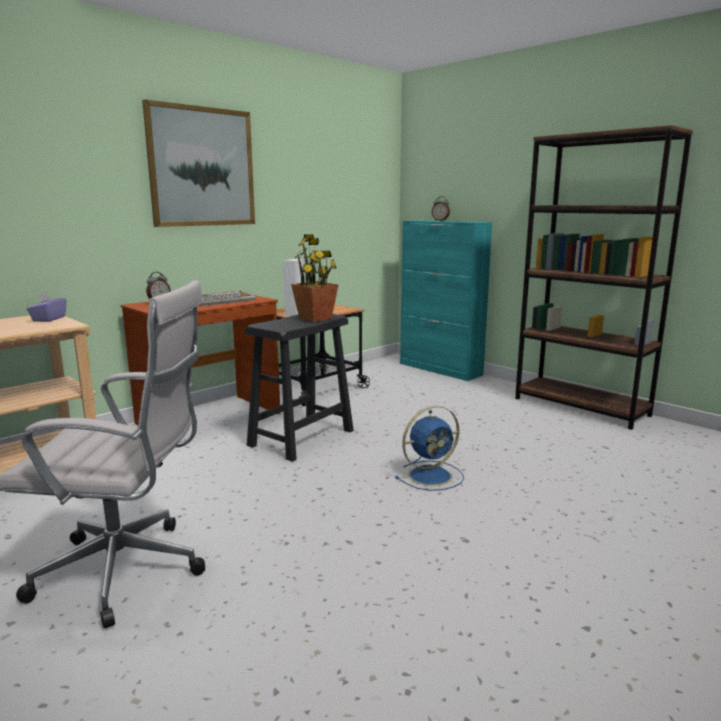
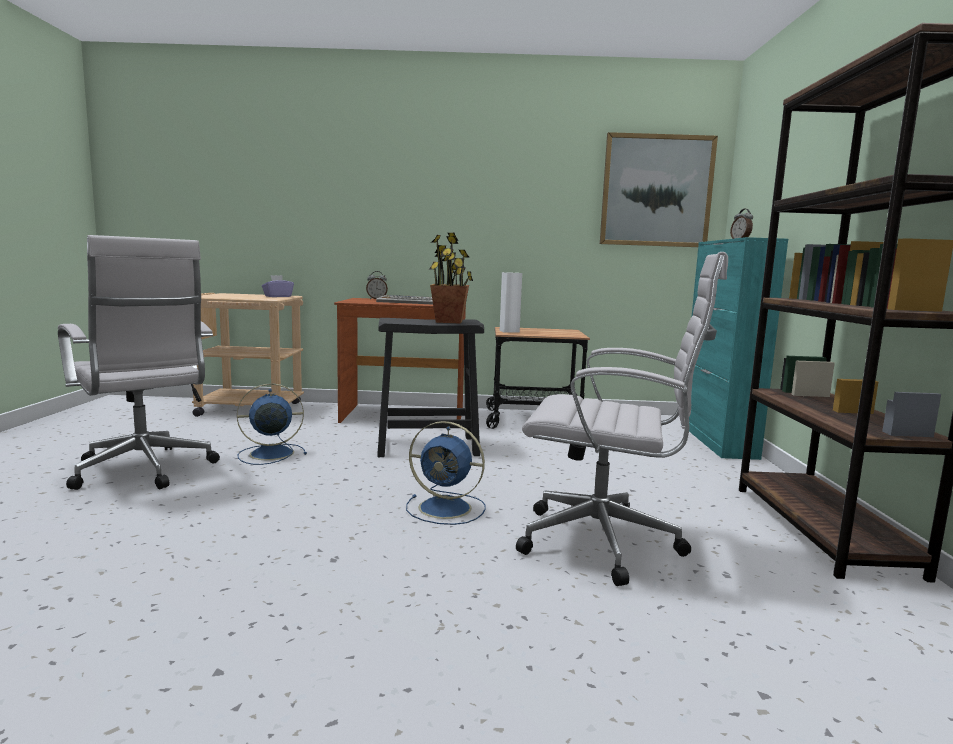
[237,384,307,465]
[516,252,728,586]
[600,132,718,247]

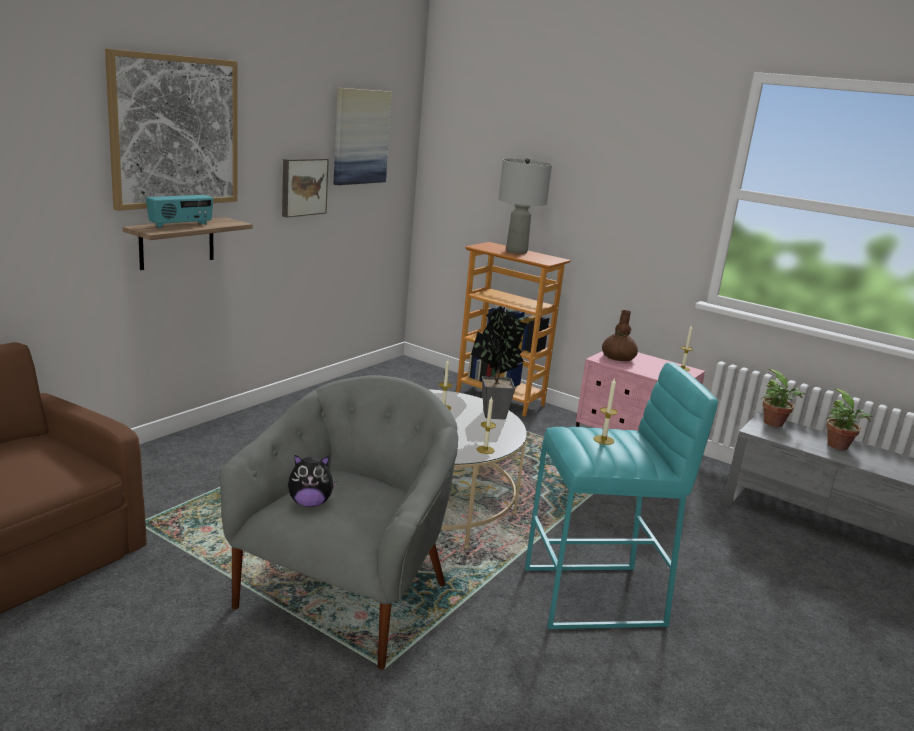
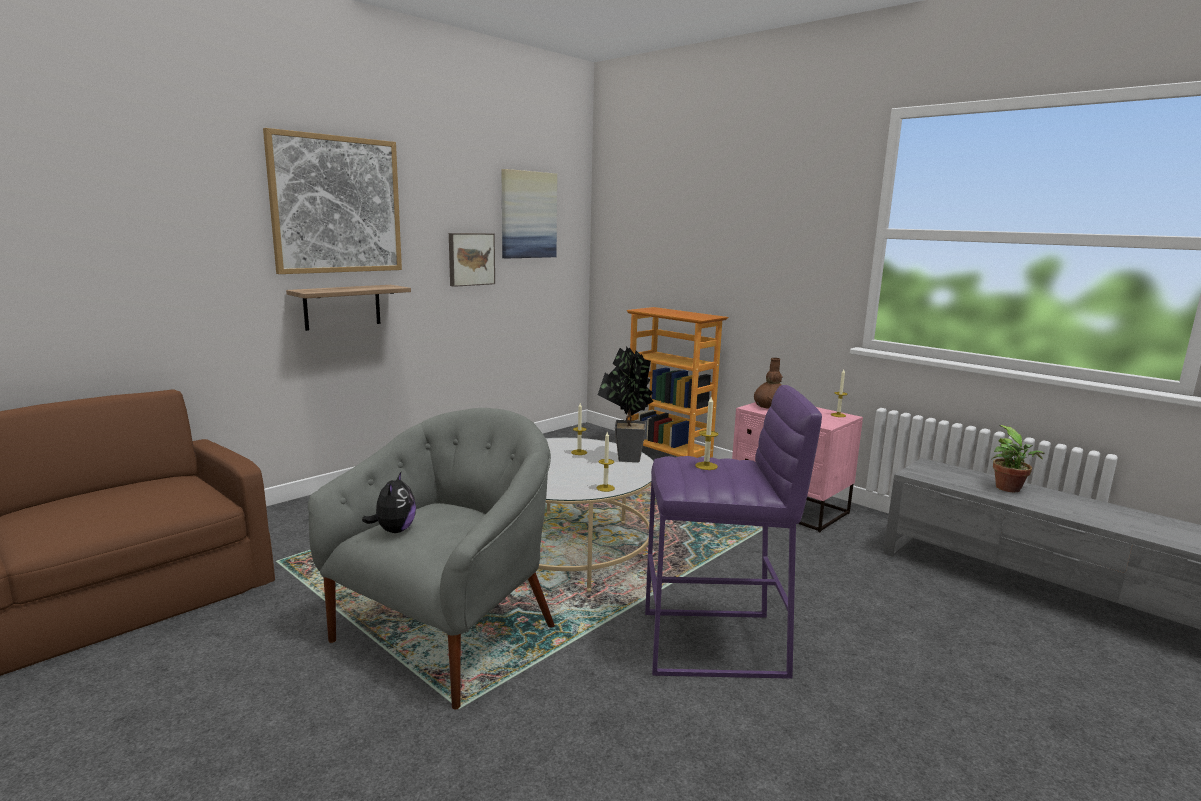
[362,472,416,533]
[645,385,822,679]
[146,195,213,228] (first image)
[499,158,552,254] (first image)
[761,369,805,427] (first image)

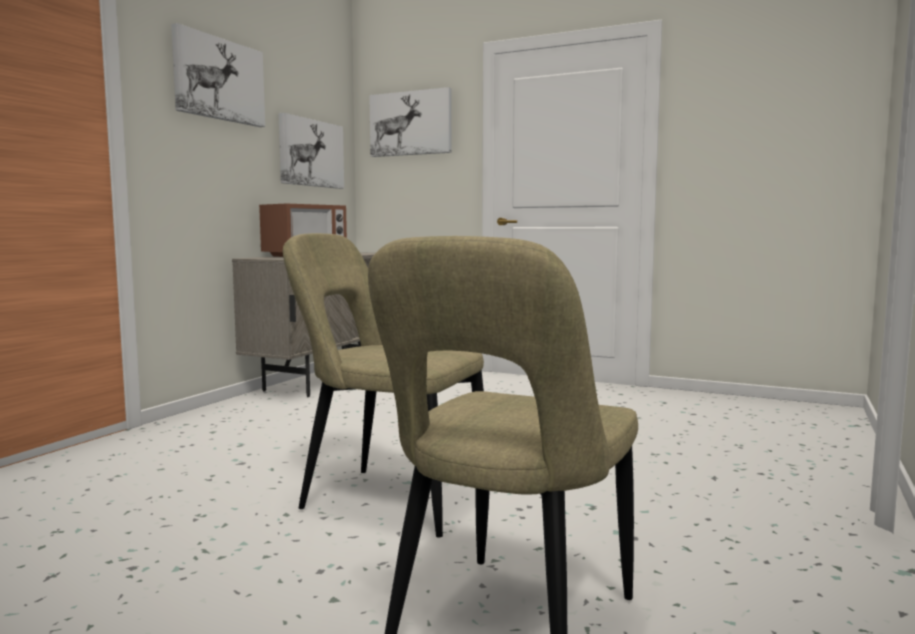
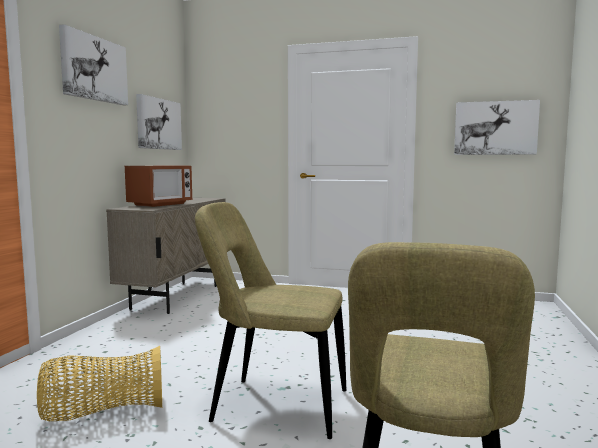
[37,346,162,421]
[454,100,540,155]

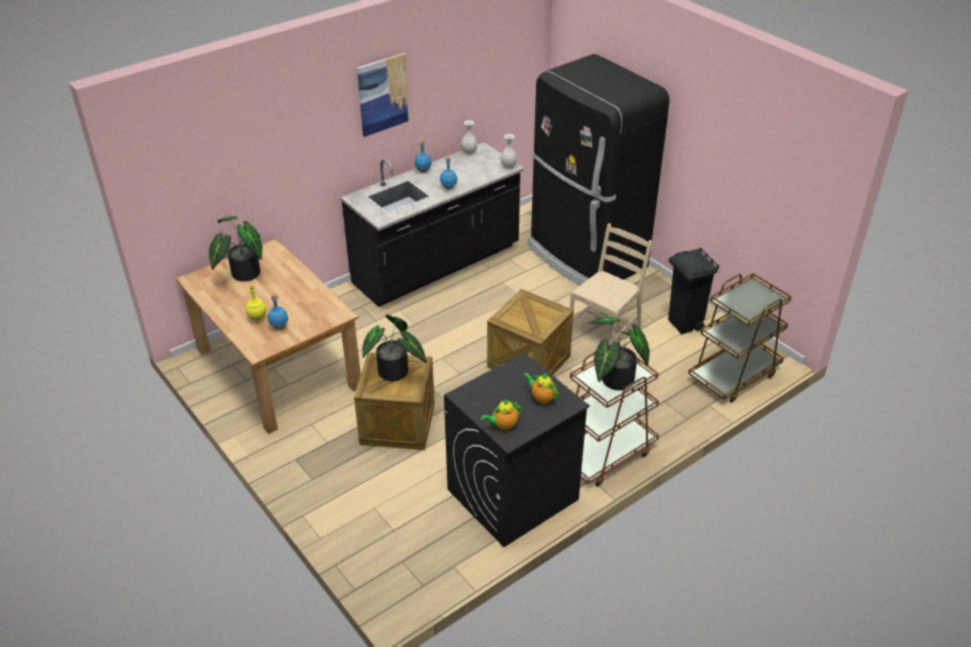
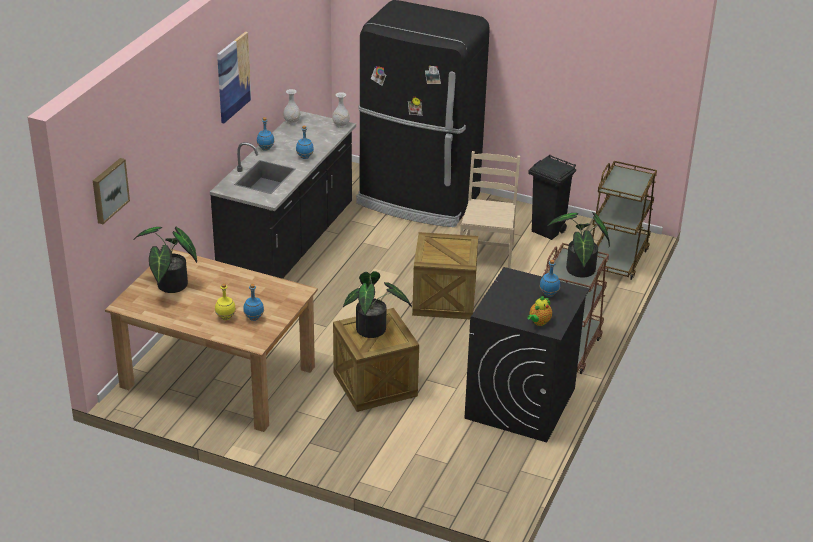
[93,158,130,224]
[539,260,560,297]

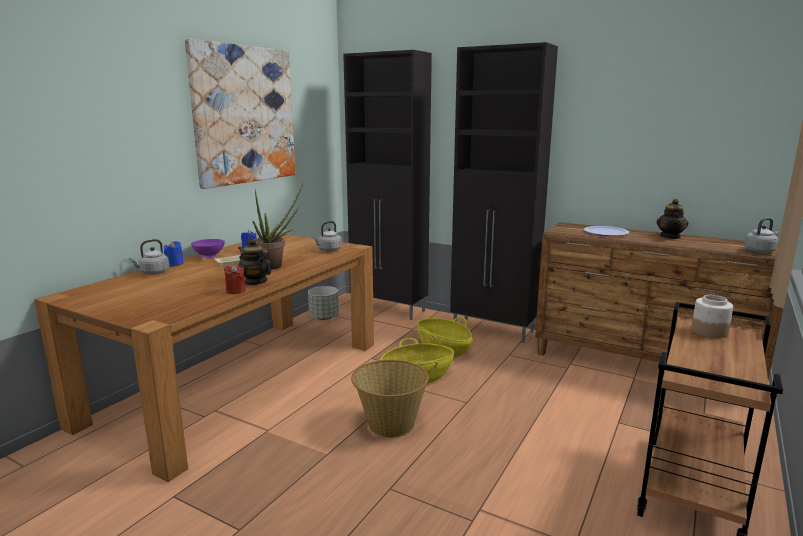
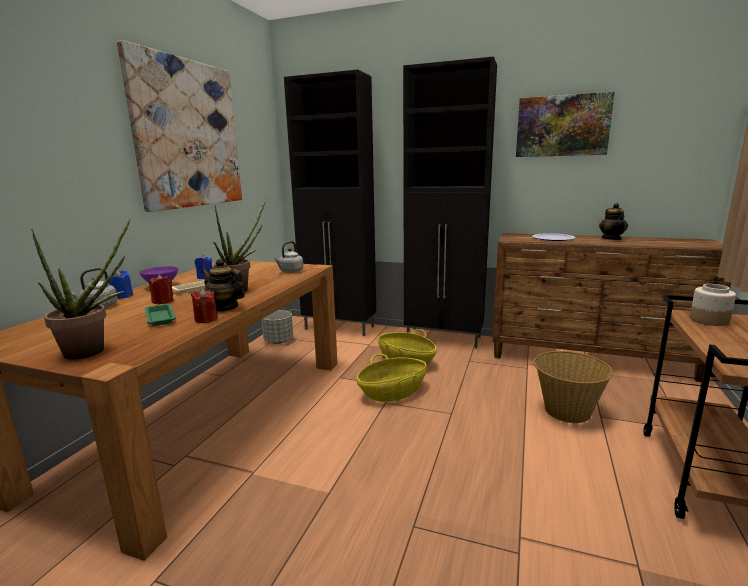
[31,218,131,360]
[145,304,176,326]
[149,274,174,304]
[516,92,615,157]
[533,351,613,423]
[744,218,779,253] (first image)

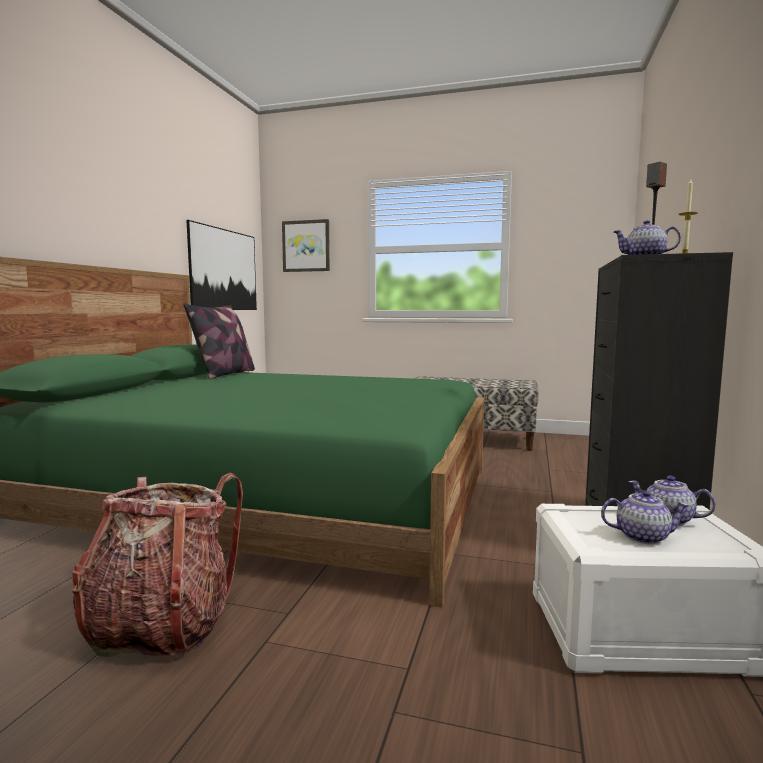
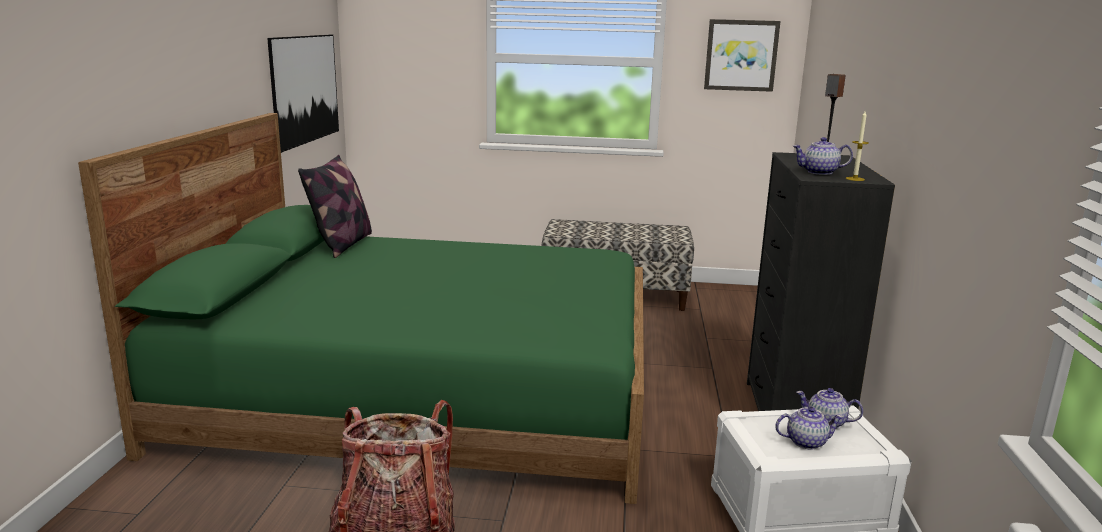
[704,19,781,92]

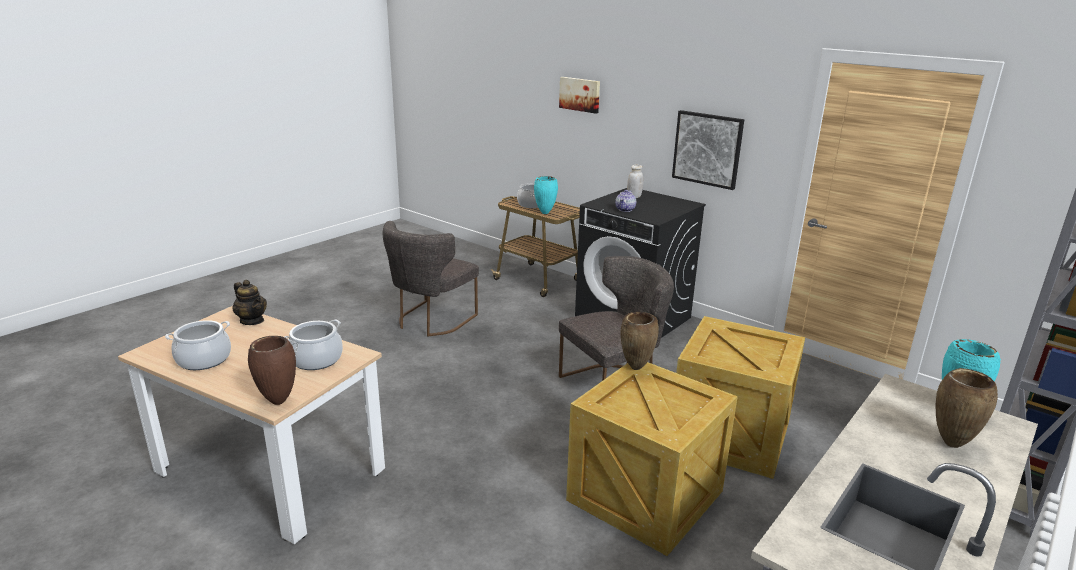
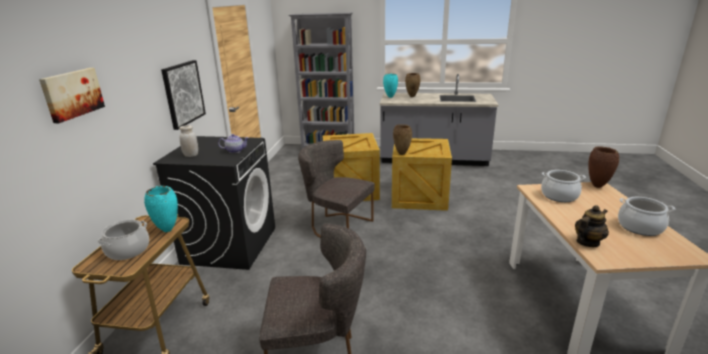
[575,205,609,247]

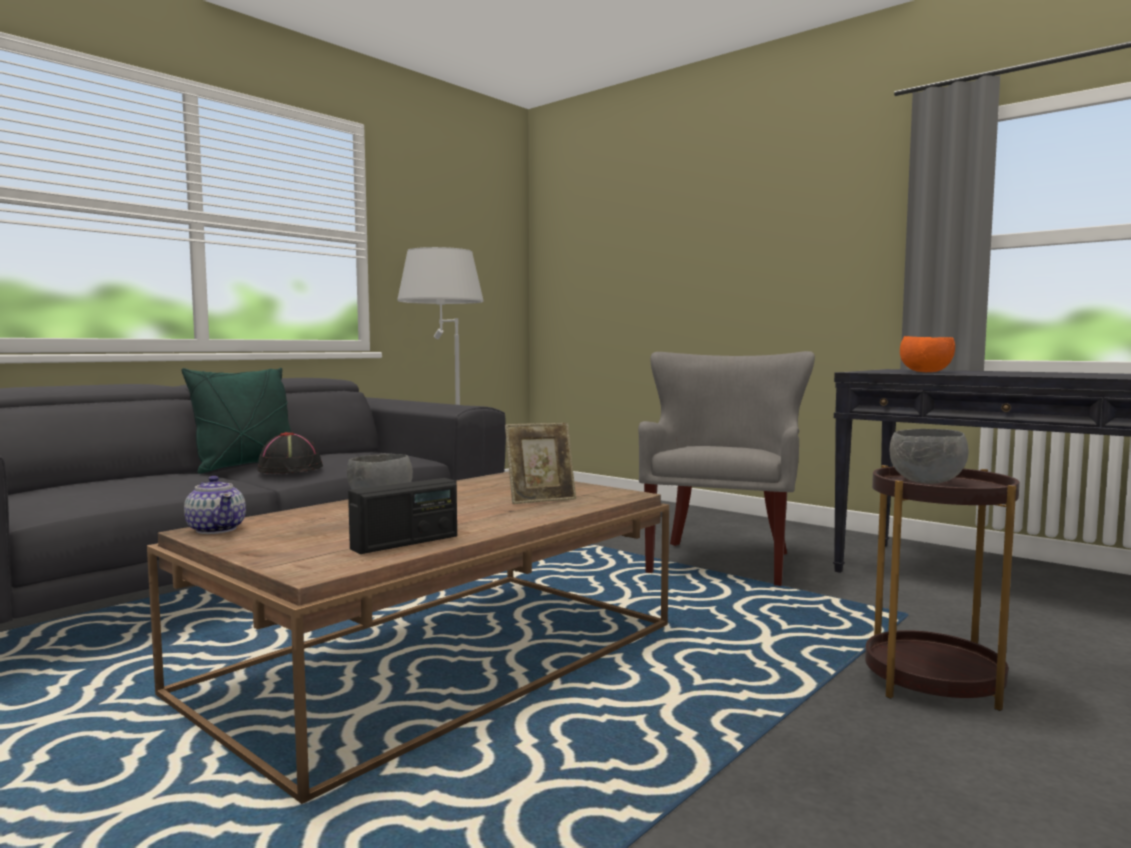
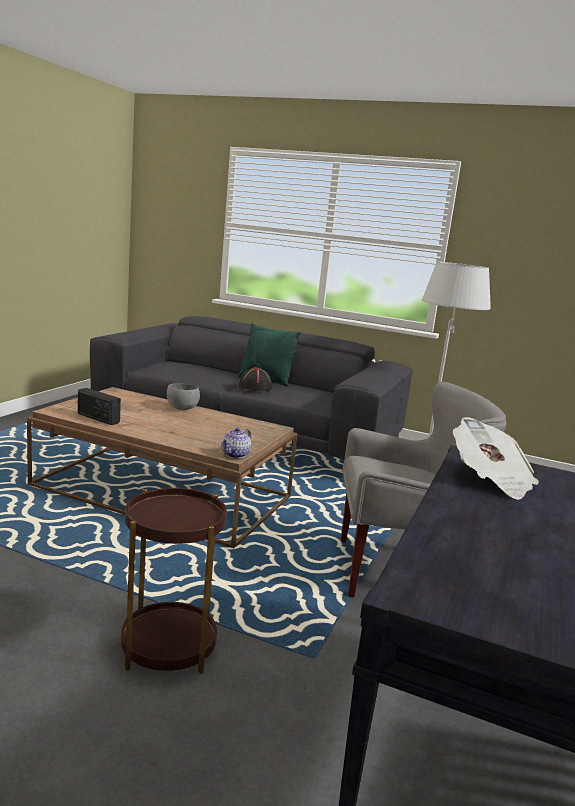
[221,428,251,459]
[453,417,539,500]
[505,423,576,504] (first image)
[889,429,968,484] (first image)

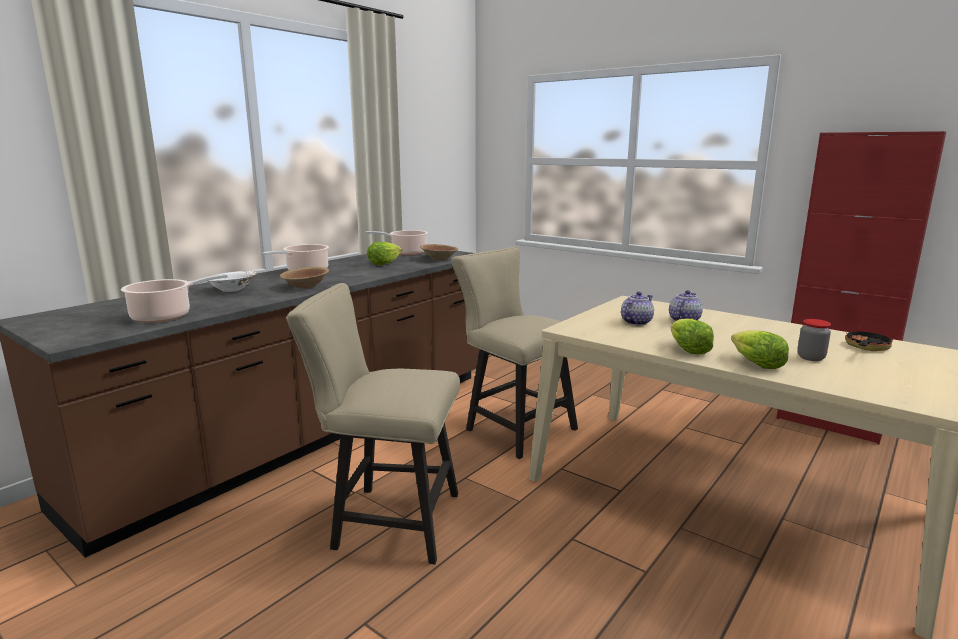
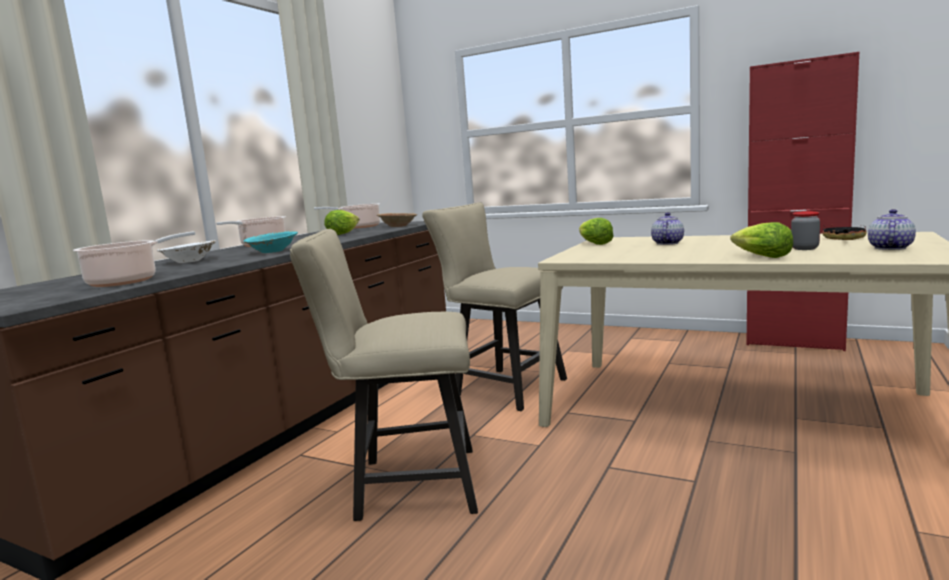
[244,231,298,253]
[579,218,613,245]
[868,209,916,250]

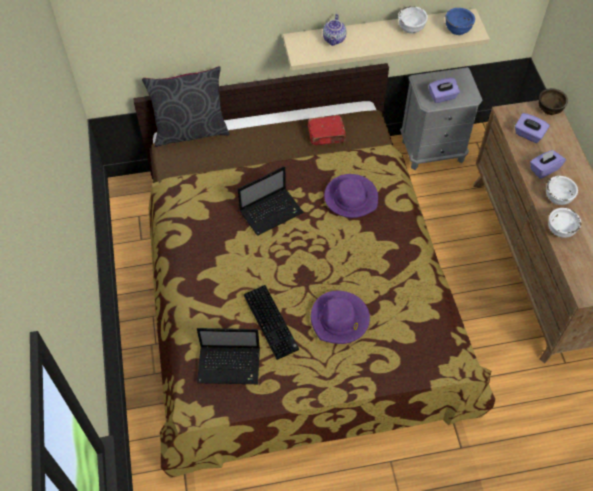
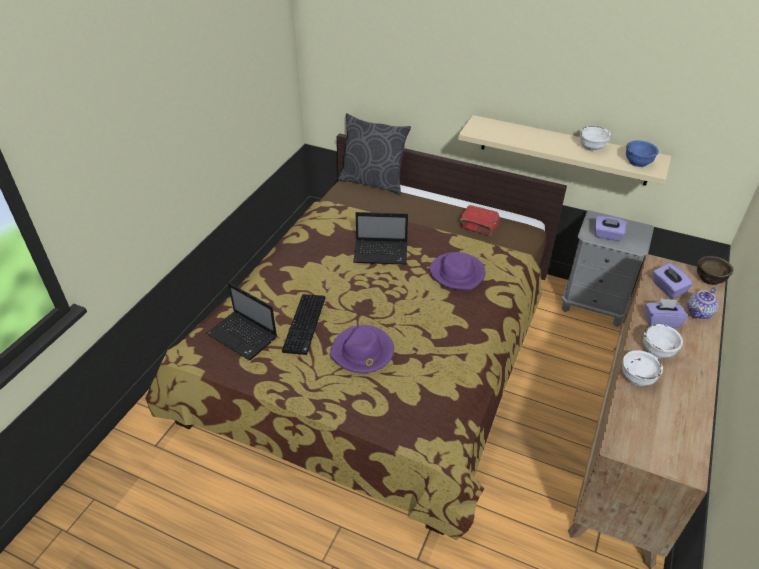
[687,288,719,319]

